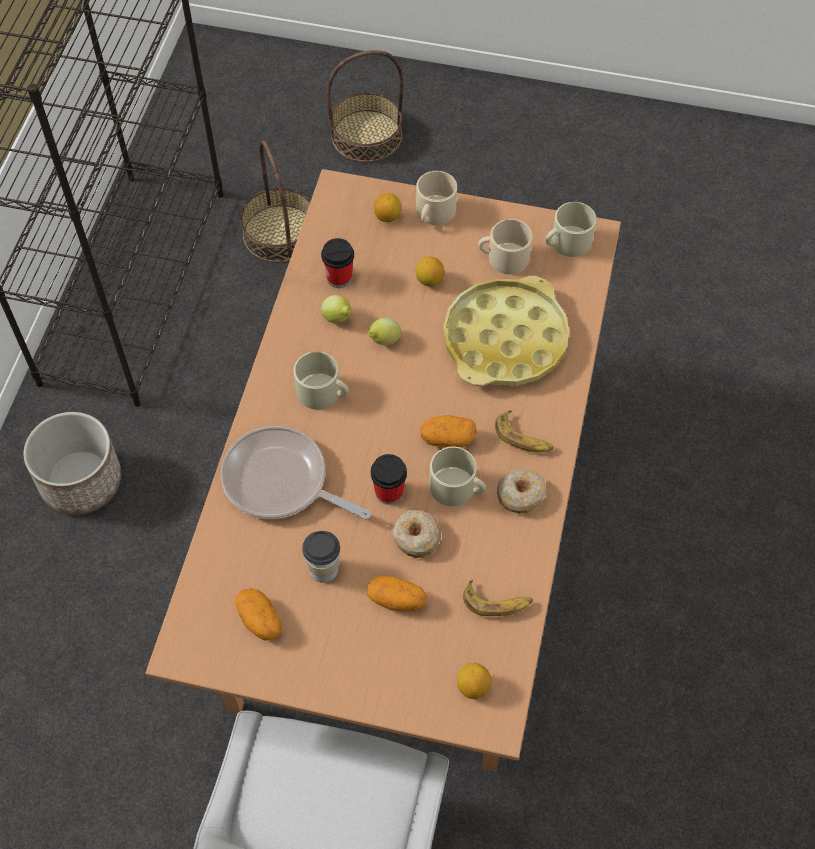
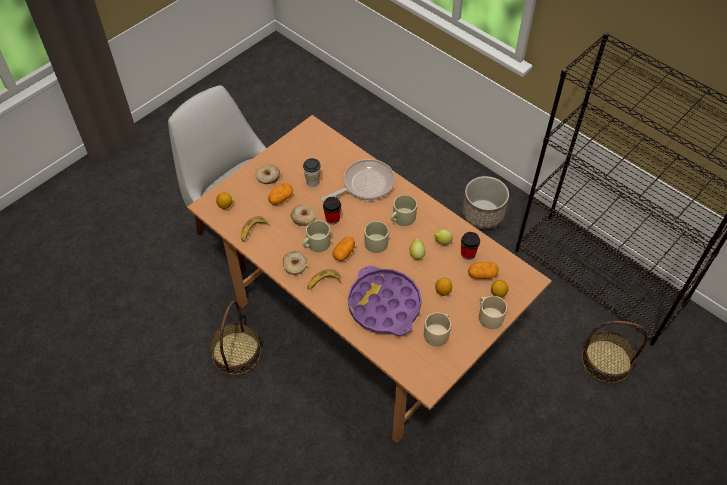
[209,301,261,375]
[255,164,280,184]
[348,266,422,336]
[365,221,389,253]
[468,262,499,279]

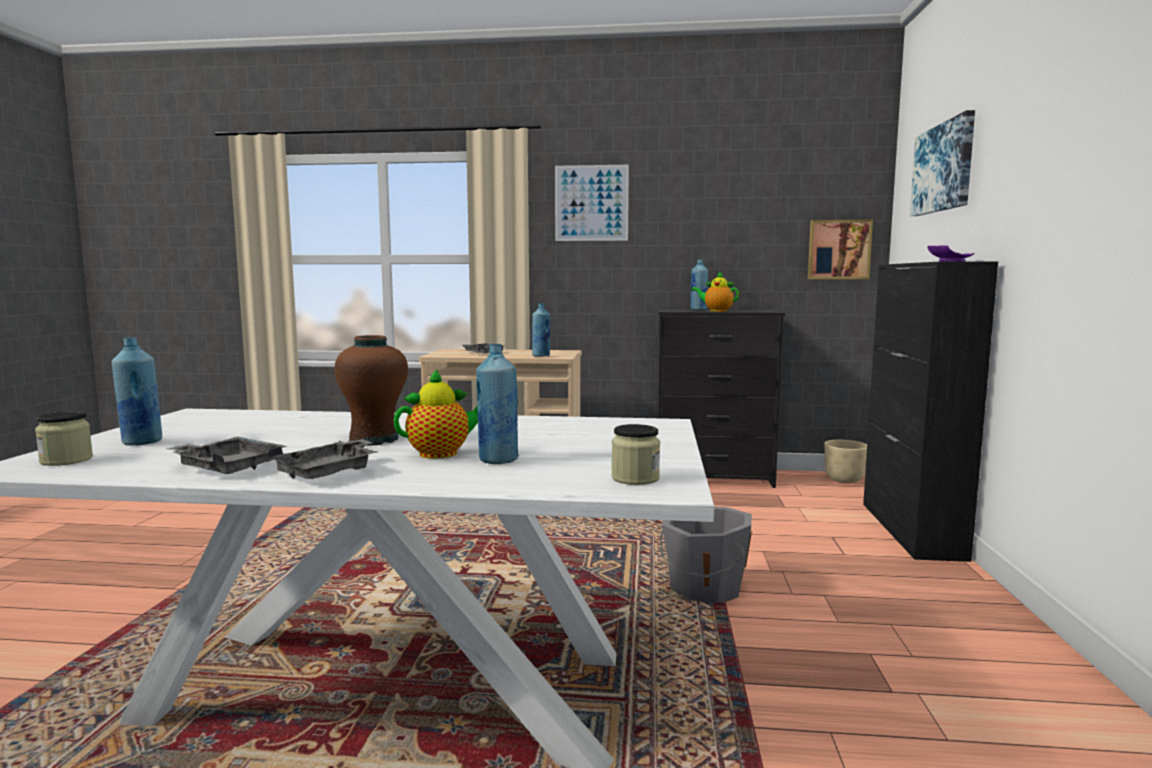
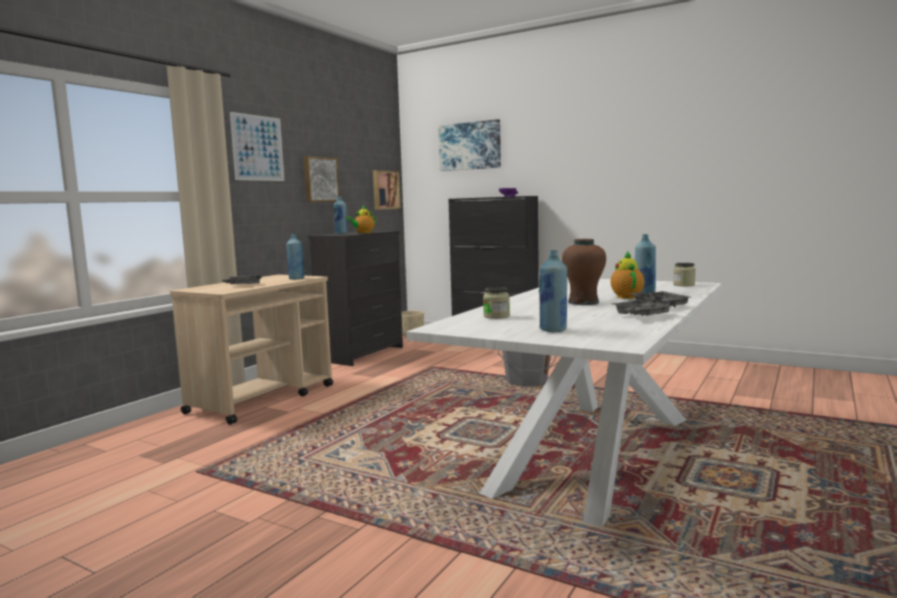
[304,156,340,202]
[483,287,510,319]

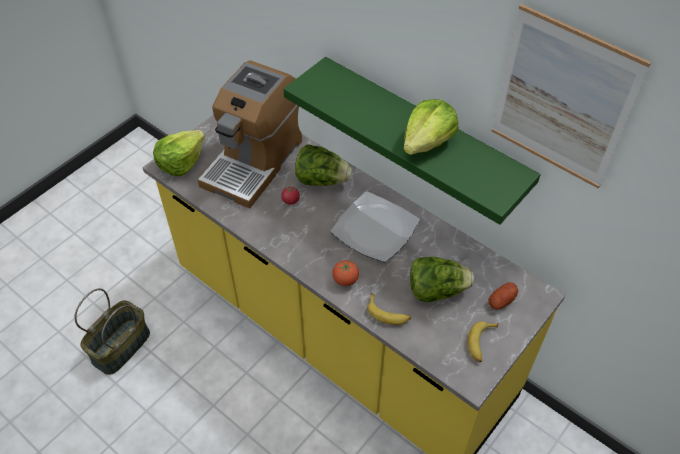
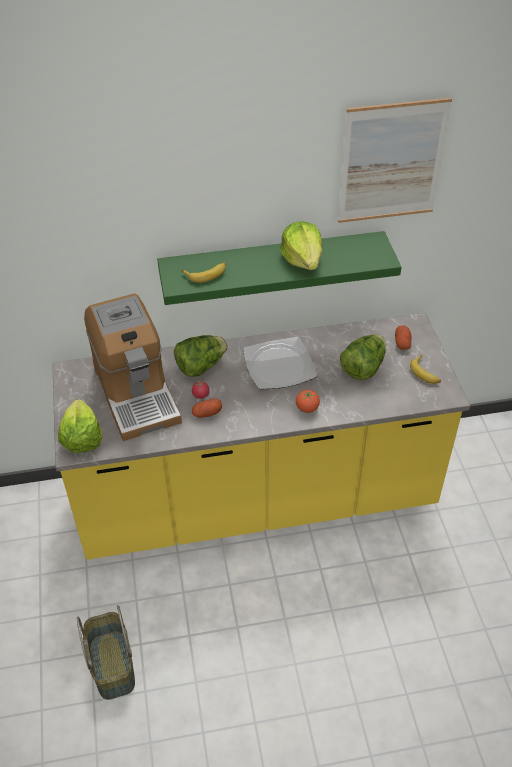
[181,263,226,283]
[192,399,222,418]

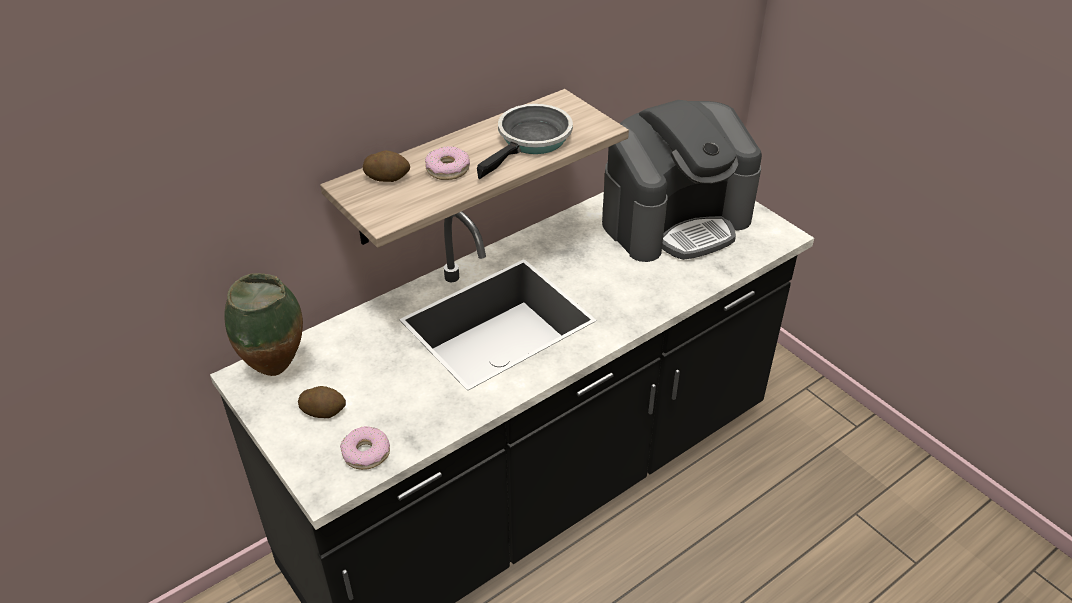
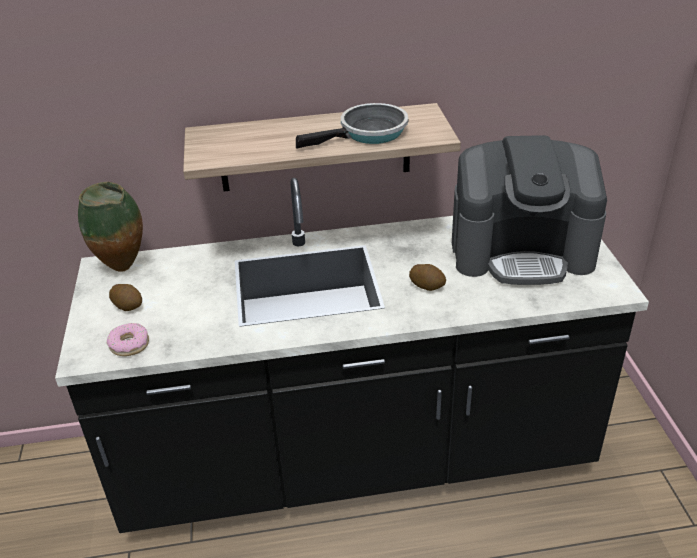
[409,264,446,291]
[425,146,470,180] (first image)

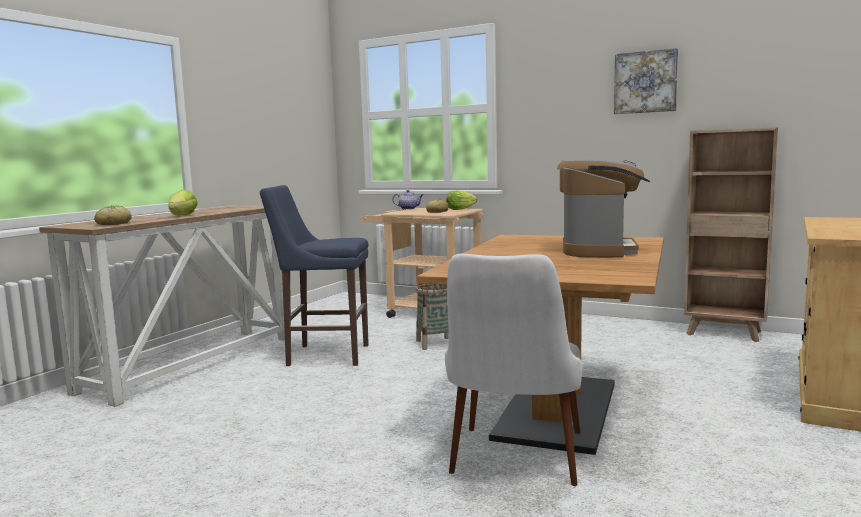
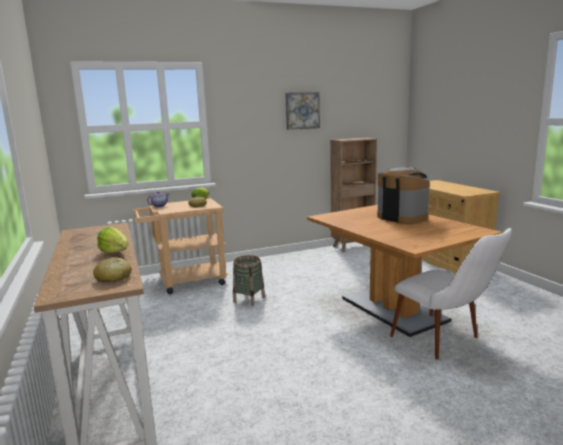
[260,185,369,366] (first image)

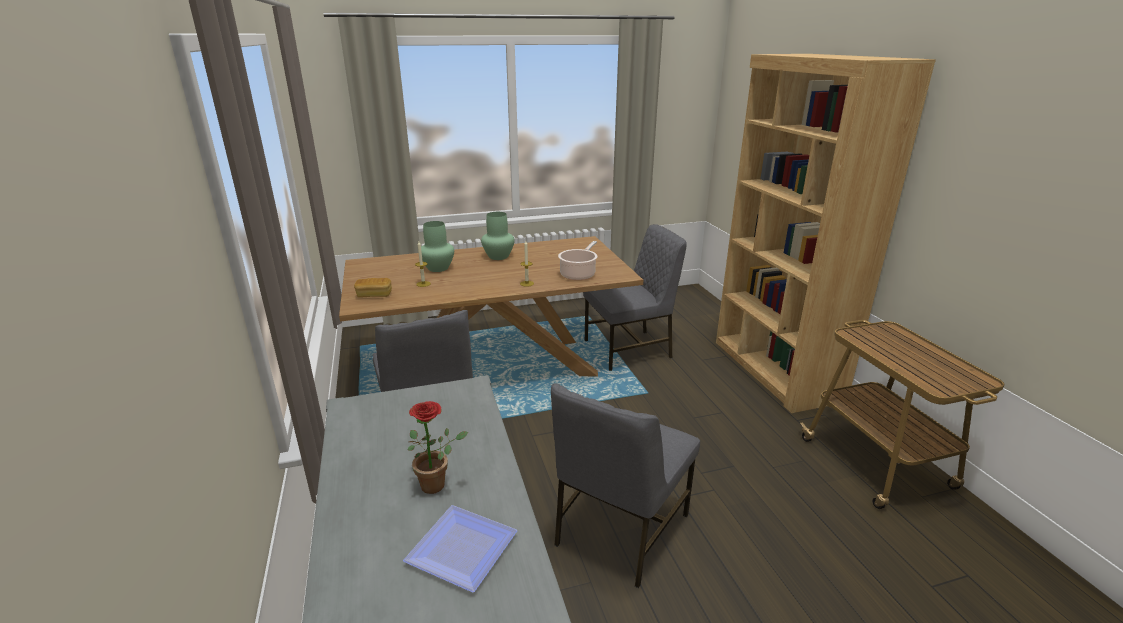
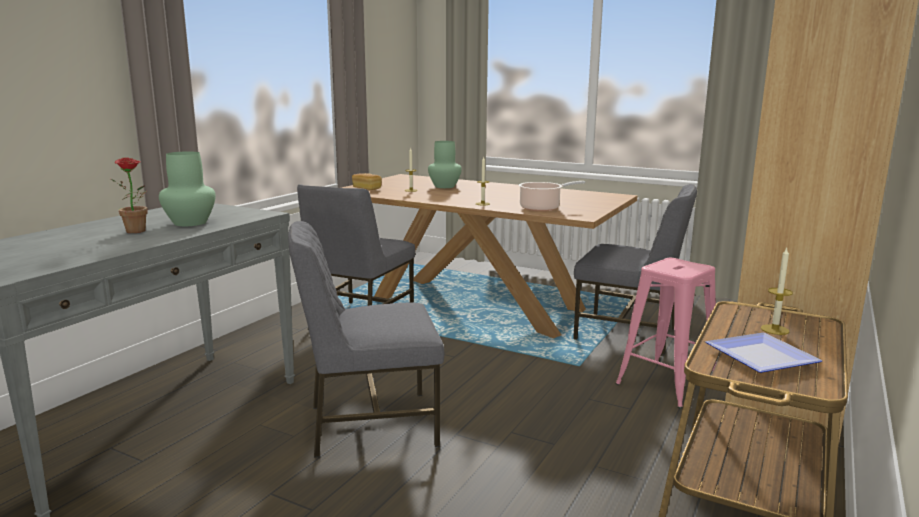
[159,151,216,226]
[615,258,716,408]
[706,333,823,373]
[761,247,793,335]

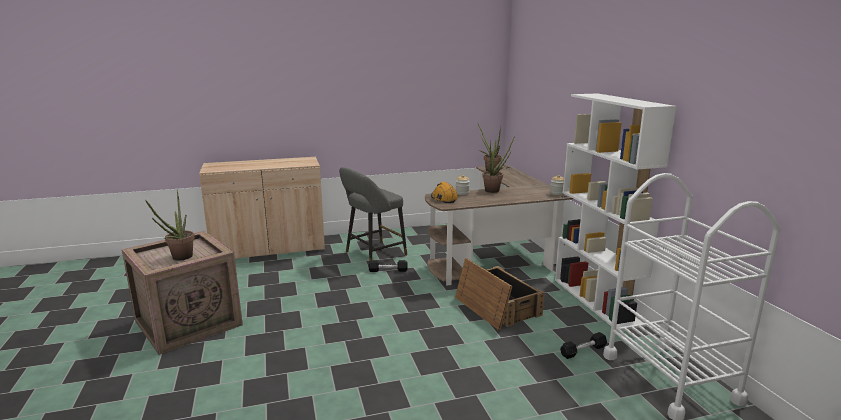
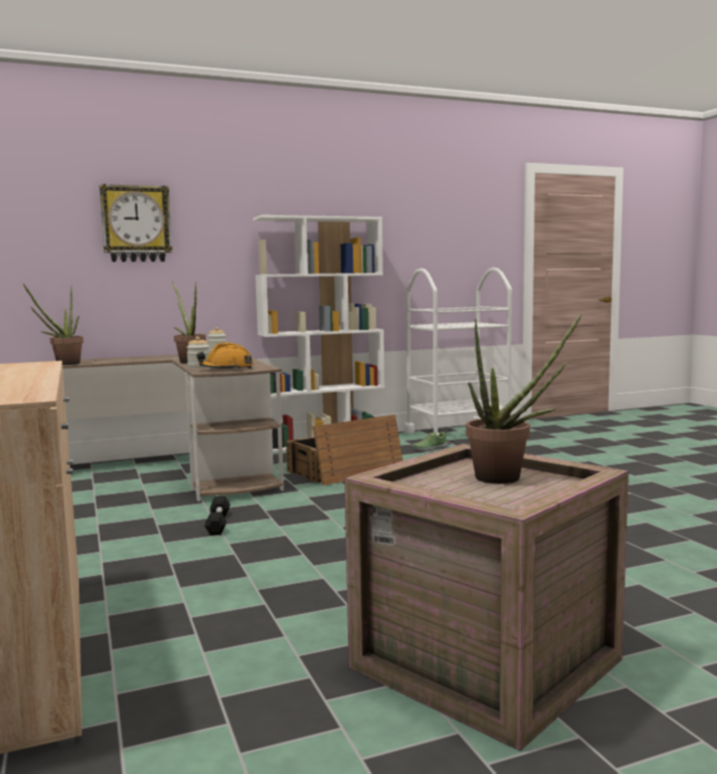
[99,184,172,262]
[412,432,448,451]
[339,167,407,262] (first image)

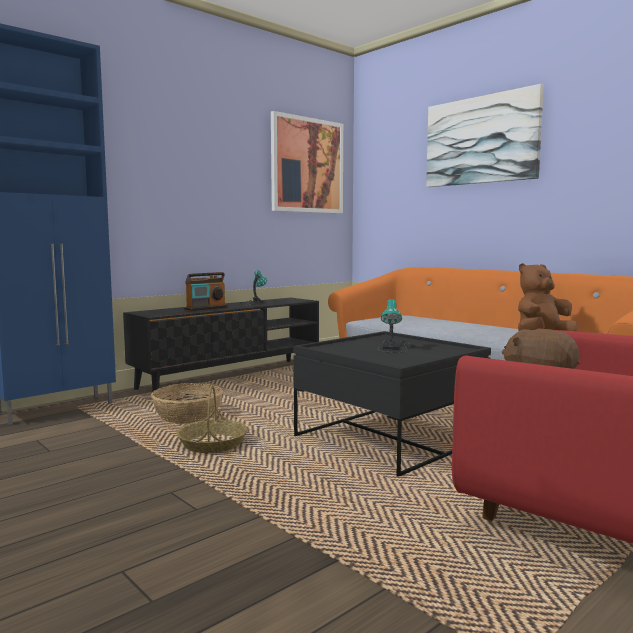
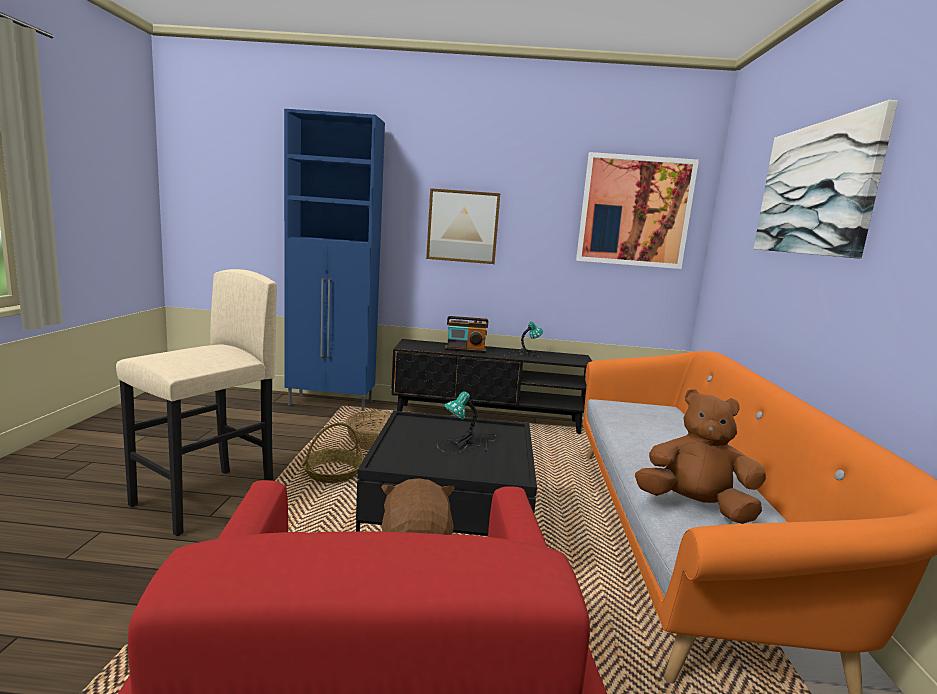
[116,269,277,536]
[426,188,500,264]

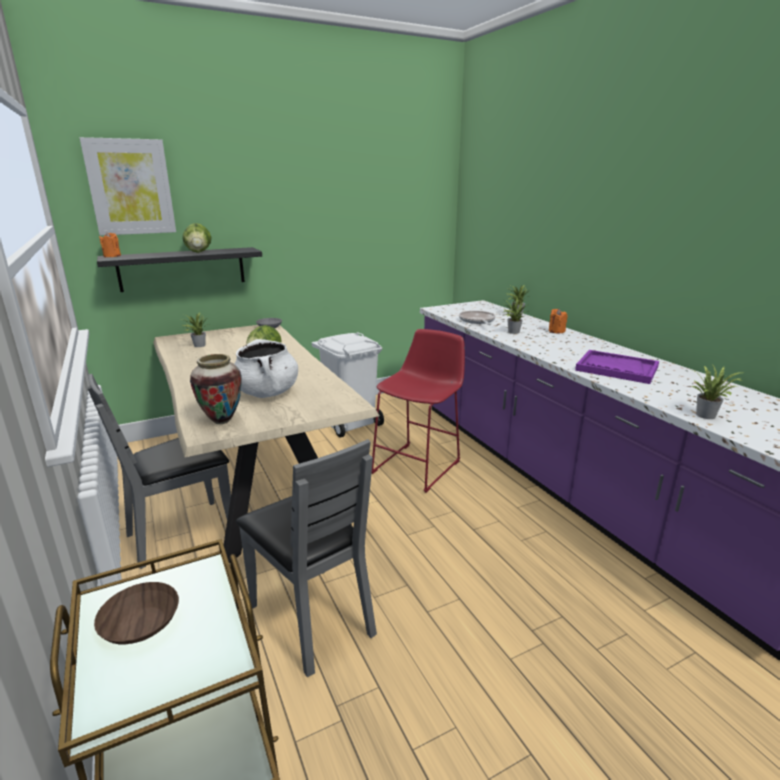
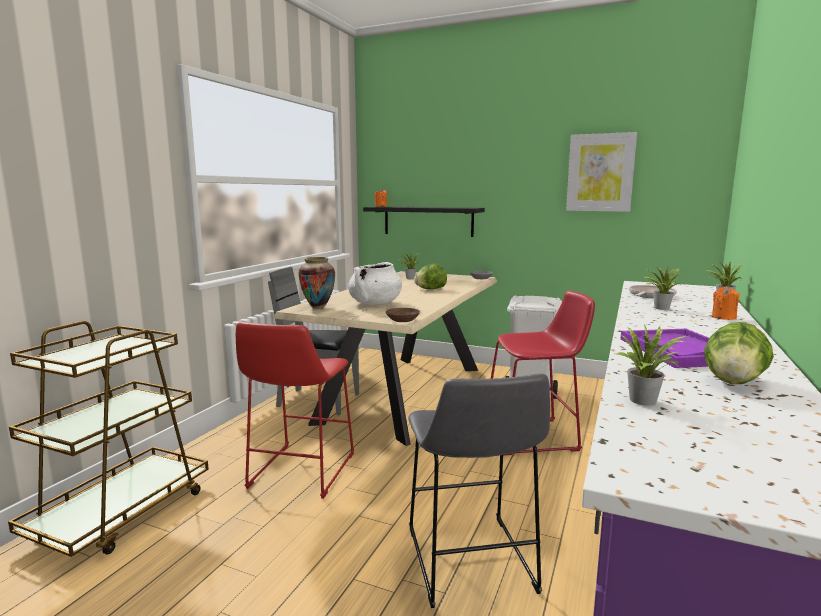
[236,322,354,499]
[386,308,420,322]
[408,373,550,608]
[566,132,637,212]
[704,322,774,384]

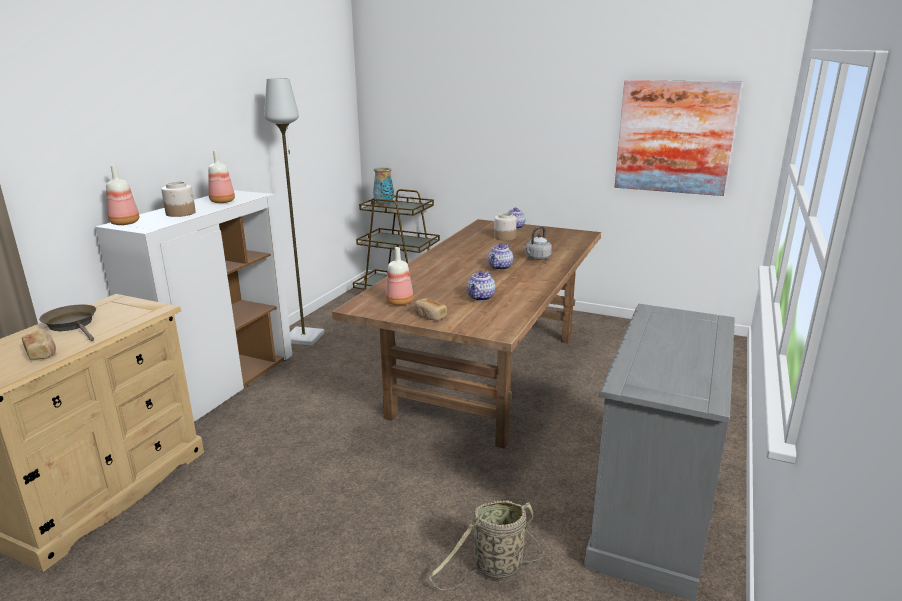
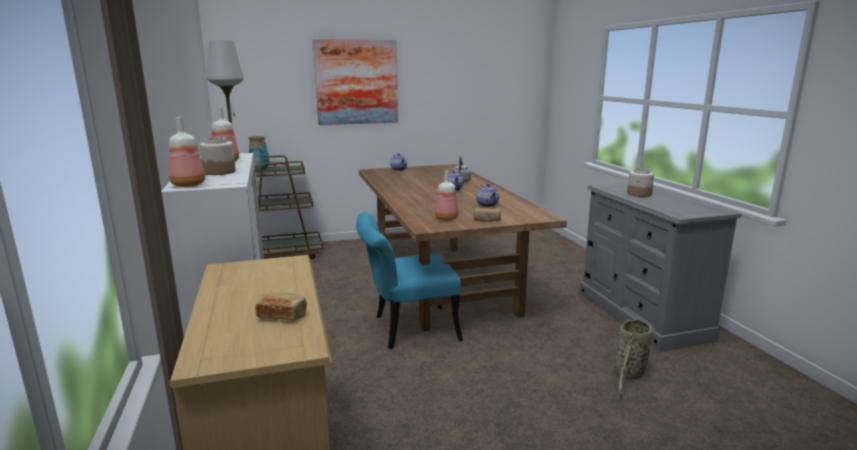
[313,39,398,125]
[356,212,463,349]
[627,168,654,197]
[39,305,96,341] (first image)

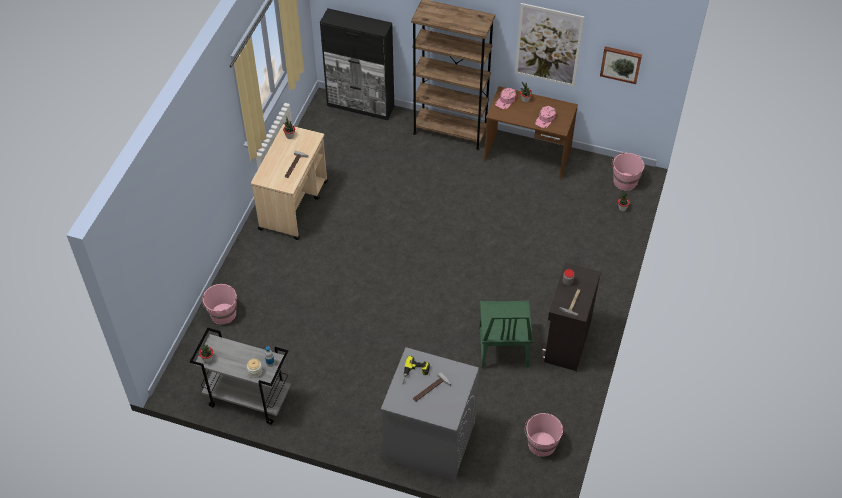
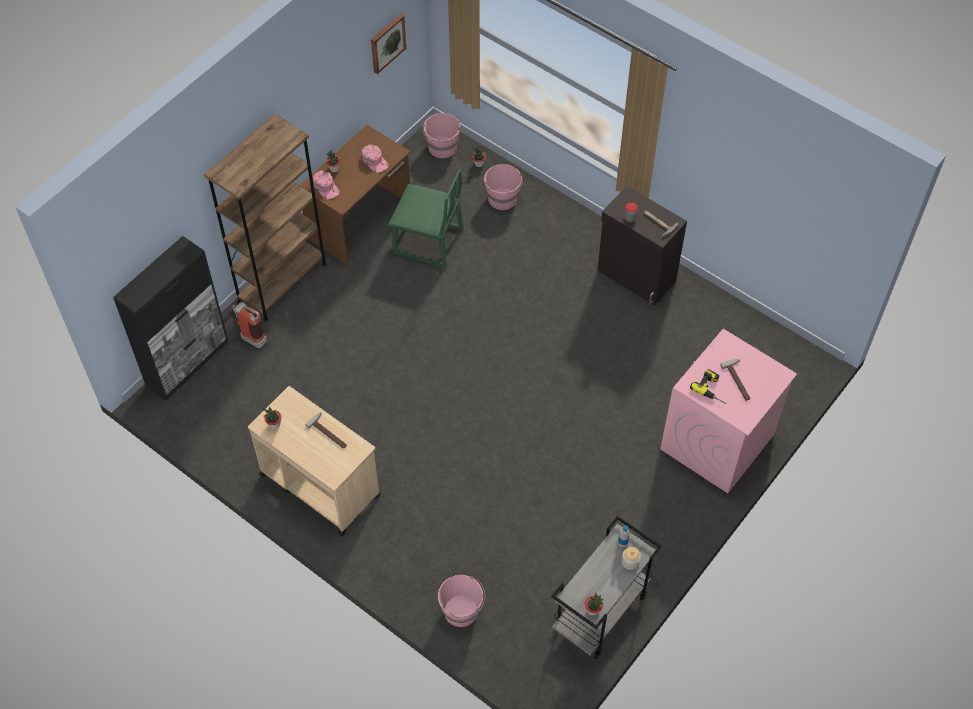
[232,302,267,348]
[388,169,463,268]
[484,164,523,210]
[660,329,797,493]
[515,3,584,87] (first image)

